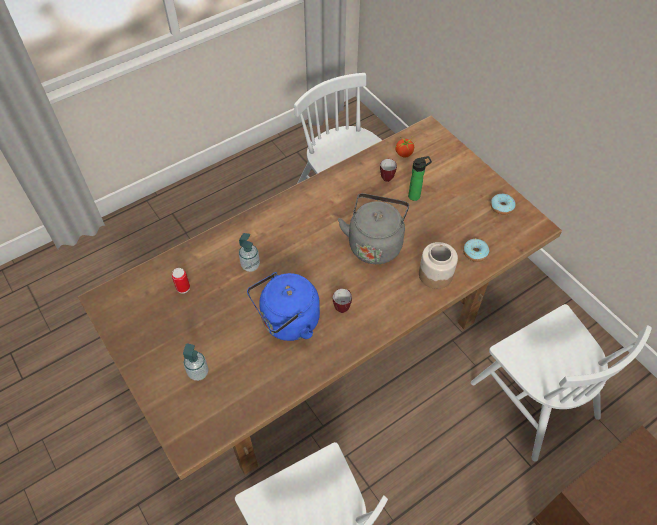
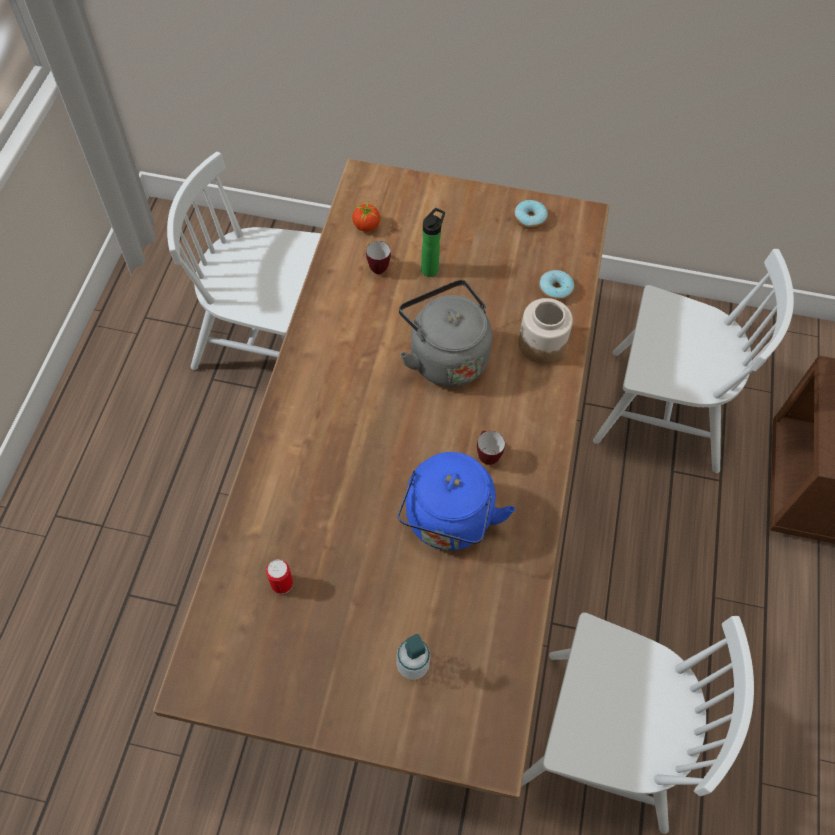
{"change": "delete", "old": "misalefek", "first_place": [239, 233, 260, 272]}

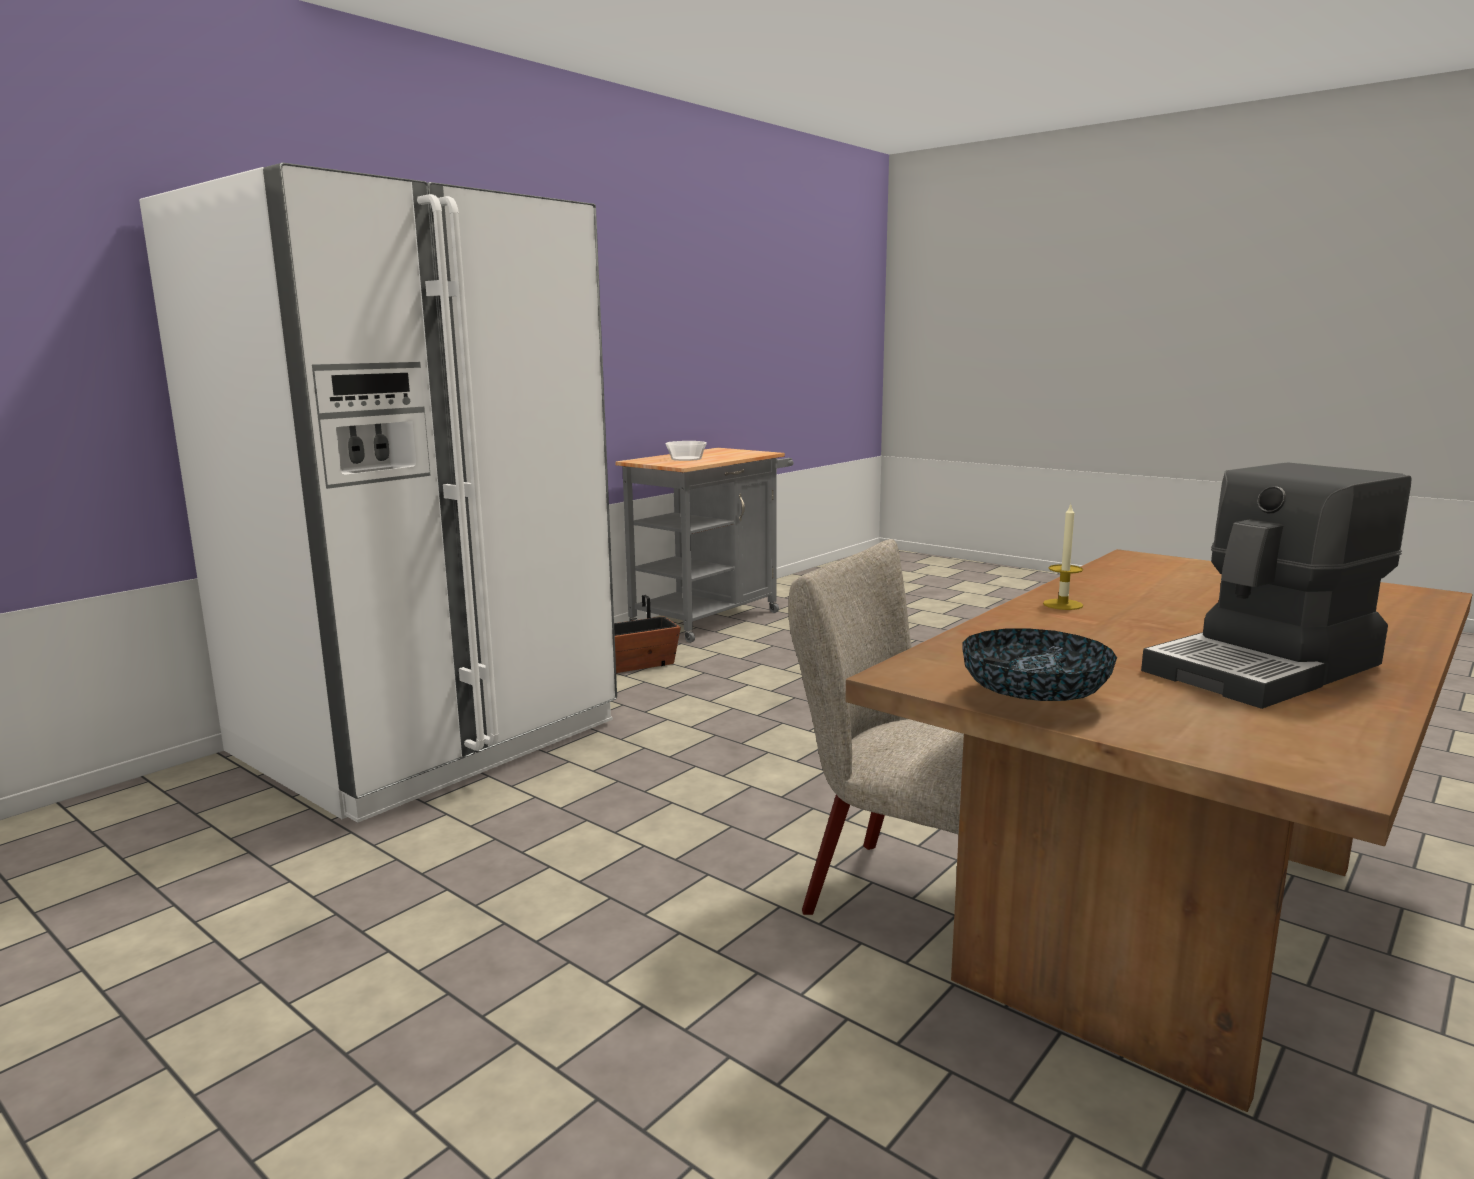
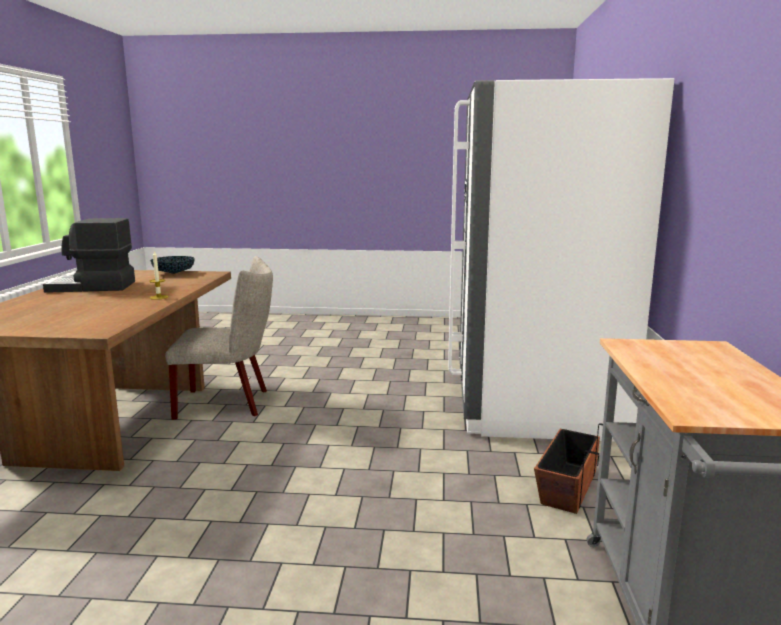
{"change": "delete", "old": "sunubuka", "first_place": [665, 441, 707, 461]}
{"change": "rotate", "old": "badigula", "first_place": [1141, 462, 1411, 709], "second_place": [43, 218, 135, 293], "degrees": -120}

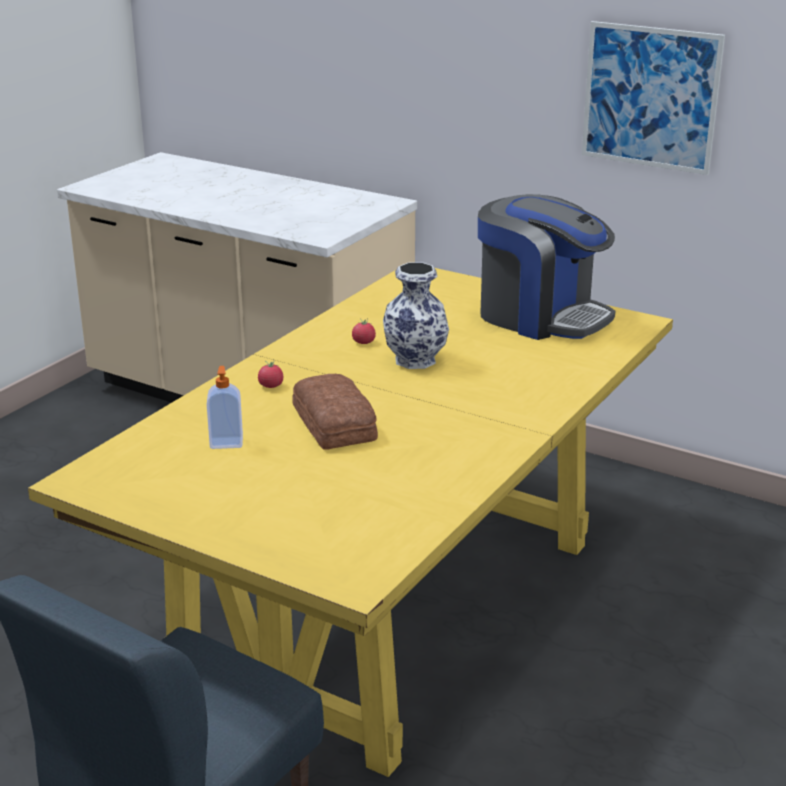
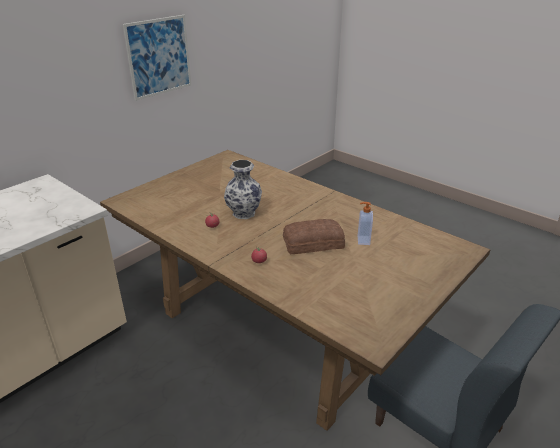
{"change": "recolor", "old": "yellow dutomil", "new": "brown dutomil", "first_place": [28, 262, 673, 777], "second_place": [100, 150, 491, 431]}
{"change": "move", "old": "misalefek", "first_place": [207, 366, 243, 449], "second_place": [358, 202, 373, 245]}
{"change": "delete", "old": "badigula", "first_place": [478, 194, 615, 340]}

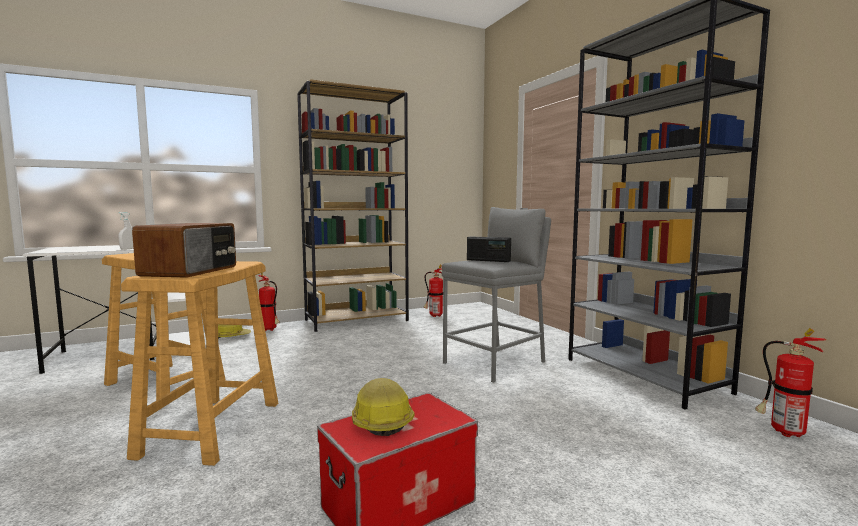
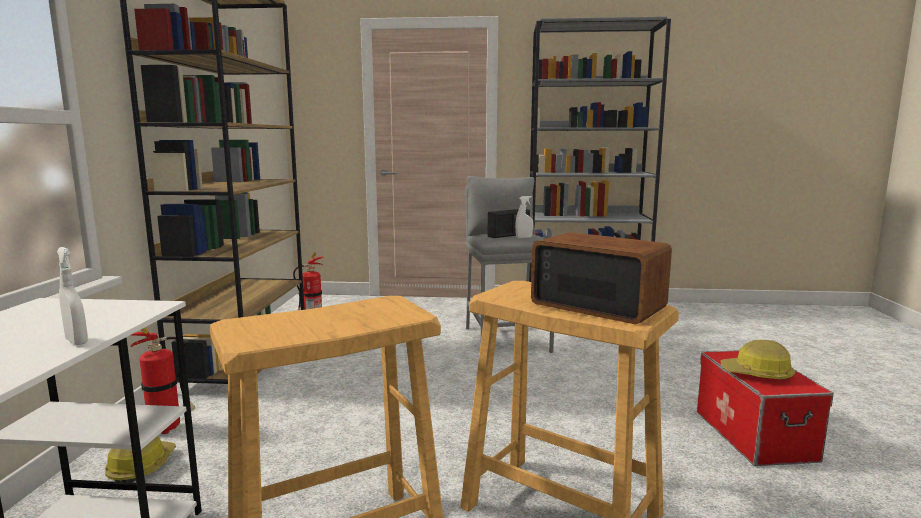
{"change": "delete", "old": "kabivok", "first_place": [755, 328, 826, 437]}
{"change": "insert", "new": "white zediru", "second_place": [515, 196, 533, 238]}

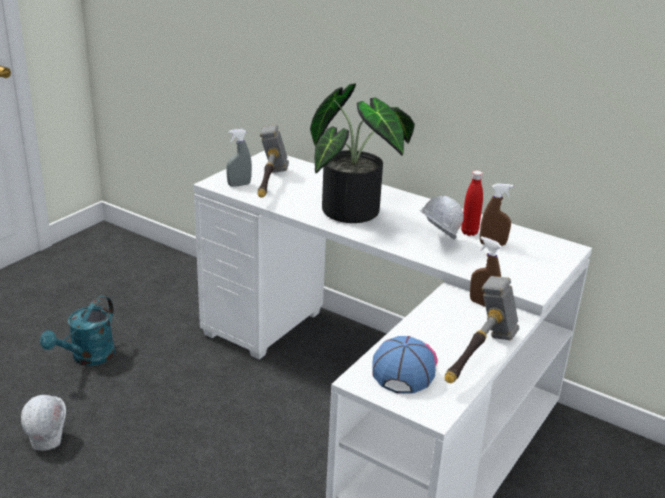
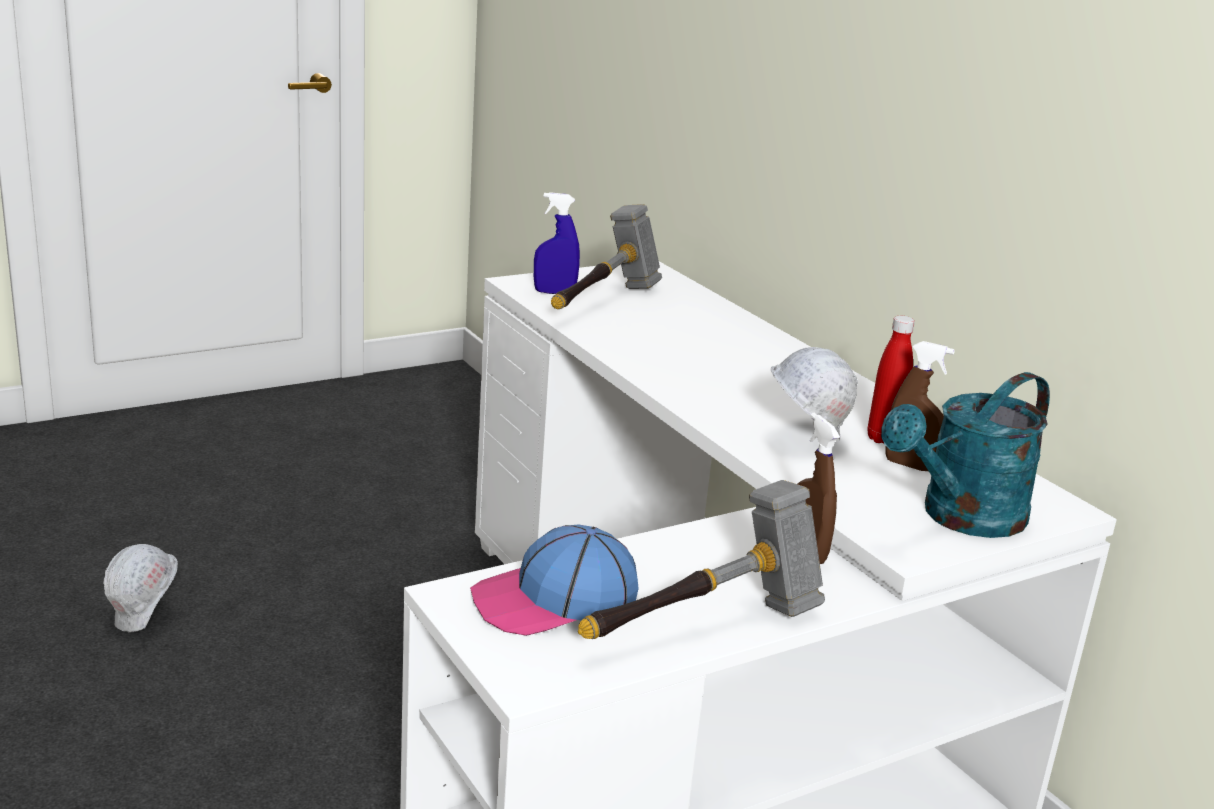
{"change": "move", "old": "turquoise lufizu", "first_place": [40, 296, 115, 366], "second_place": [881, 372, 1050, 538]}
{"change": "recolor", "old": "grey zediru", "new": "blue zediru", "first_place": [226, 129, 252, 187], "second_place": [534, 192, 580, 294]}
{"change": "delete", "old": "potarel", "first_place": [310, 83, 415, 223]}
{"change": "rotate", "old": "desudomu", "first_place": [372, 336, 438, 393], "second_place": [470, 525, 639, 636], "degrees": -150}

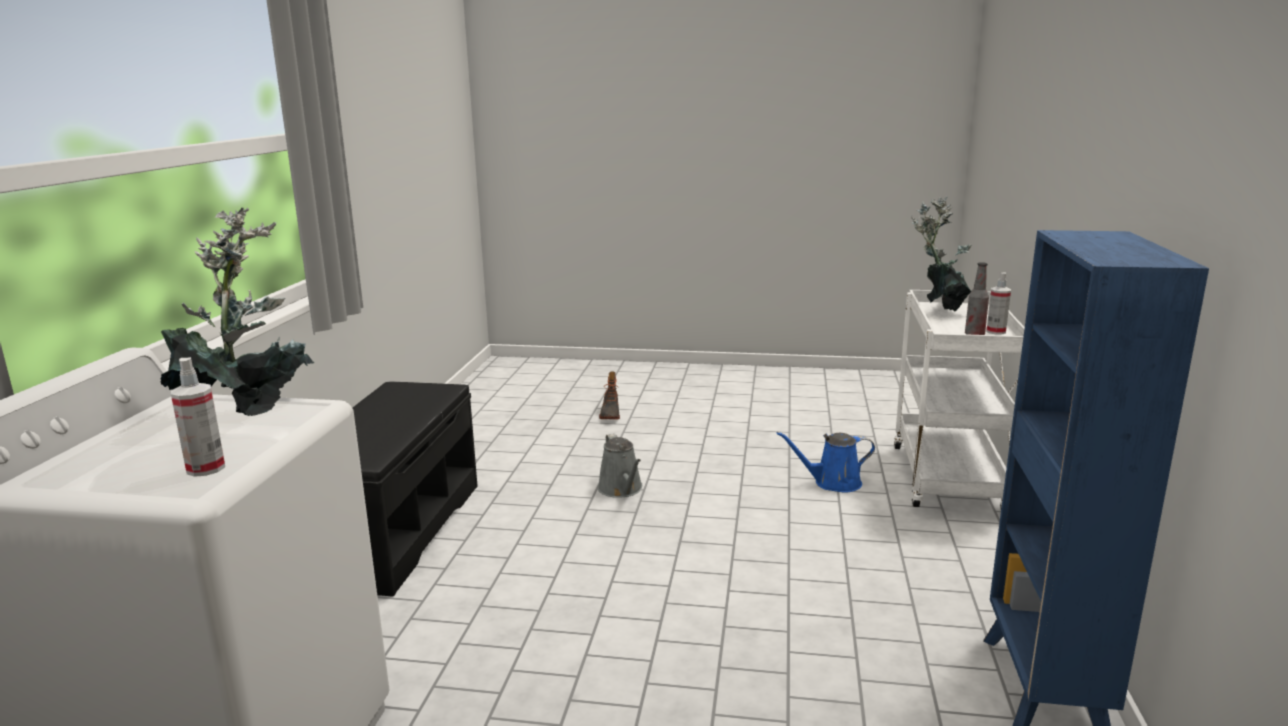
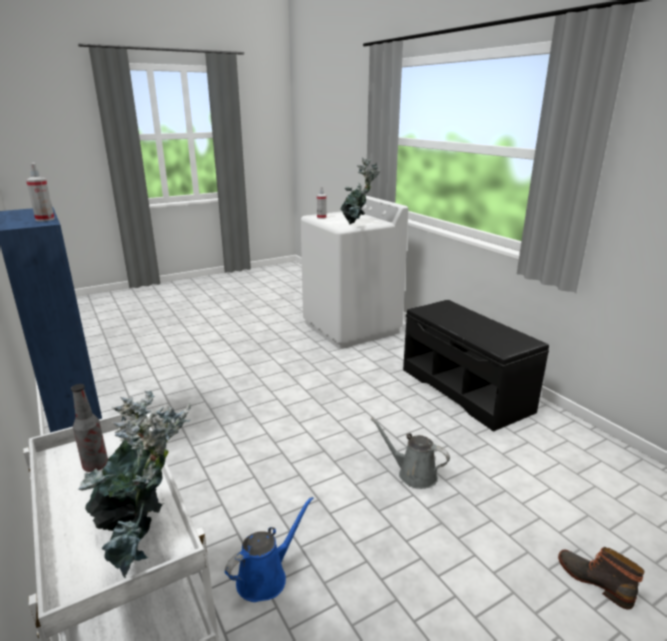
{"change": "move", "old": "zediru", "first_place": [986, 272, 1011, 335], "second_place": [26, 163, 55, 221]}

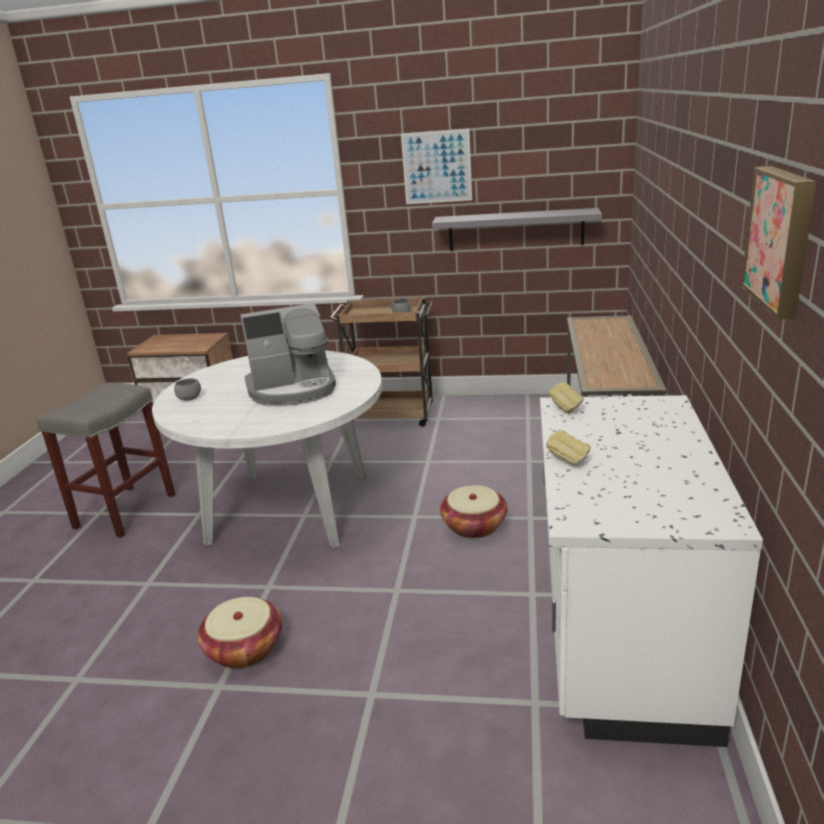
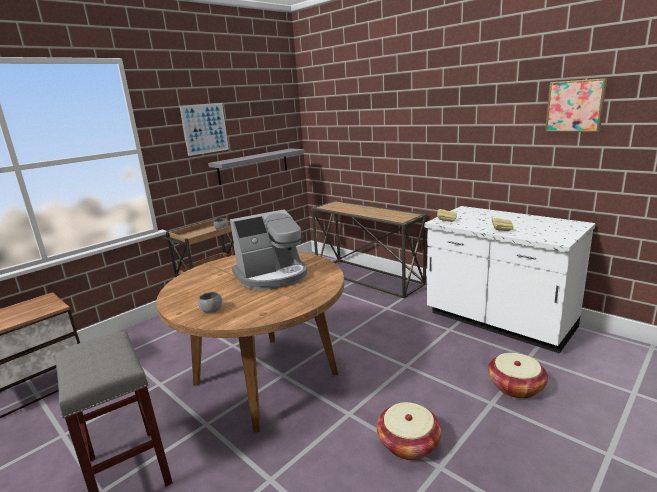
{"change": "recolor", "old": "white dutomil", "new": "brown dutomil", "first_place": [152, 350, 382, 549], "second_place": [156, 252, 344, 432]}
{"change": "rotate", "old": "badigula", "first_place": [240, 303, 336, 406], "second_place": [230, 209, 307, 290], "degrees": 45}
{"change": "move", "old": "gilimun", "first_place": [440, 485, 507, 538], "second_place": [488, 353, 548, 399]}

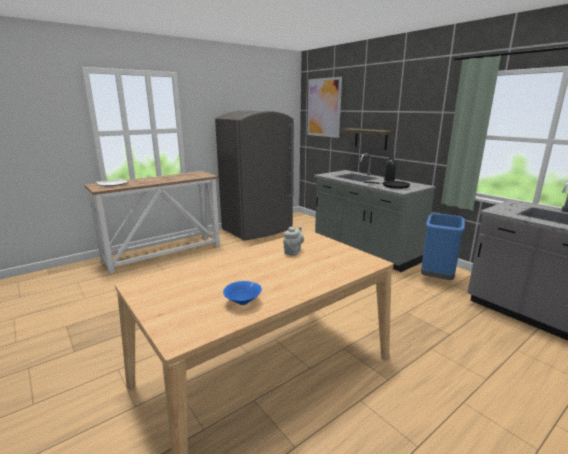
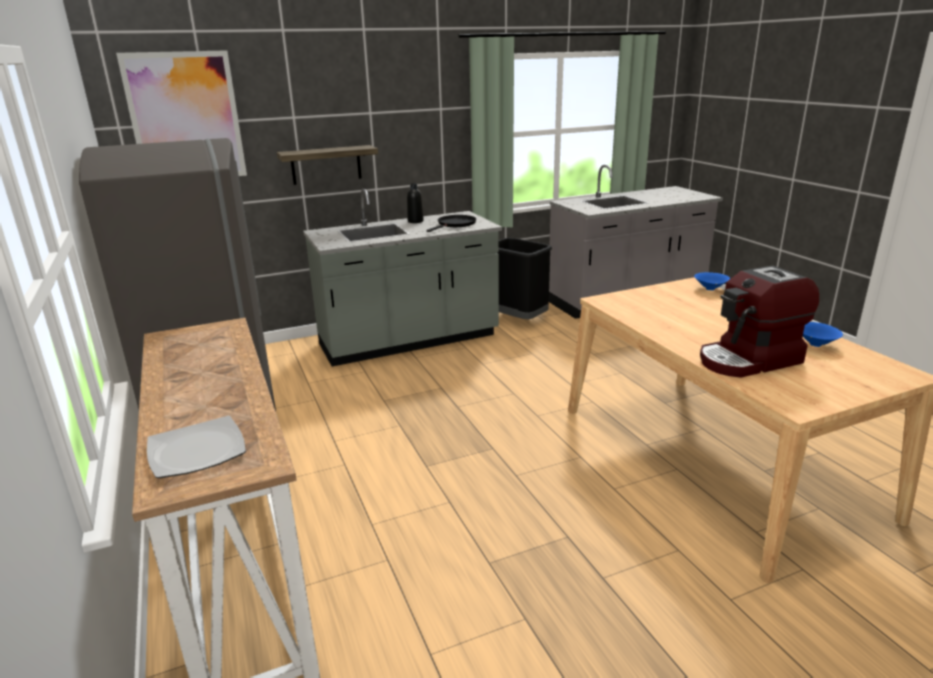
{"change": "delete", "old": "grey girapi", "first_place": [283, 226, 304, 256]}
{"change": "recolor", "old": "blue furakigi", "new": "black furakigi", "first_place": [421, 213, 465, 280], "second_place": [497, 238, 552, 320]}
{"change": "insert", "new": "blue sunubuka", "second_place": [694, 272, 730, 291]}
{"change": "insert", "new": "badigula", "second_place": [700, 265, 819, 378]}

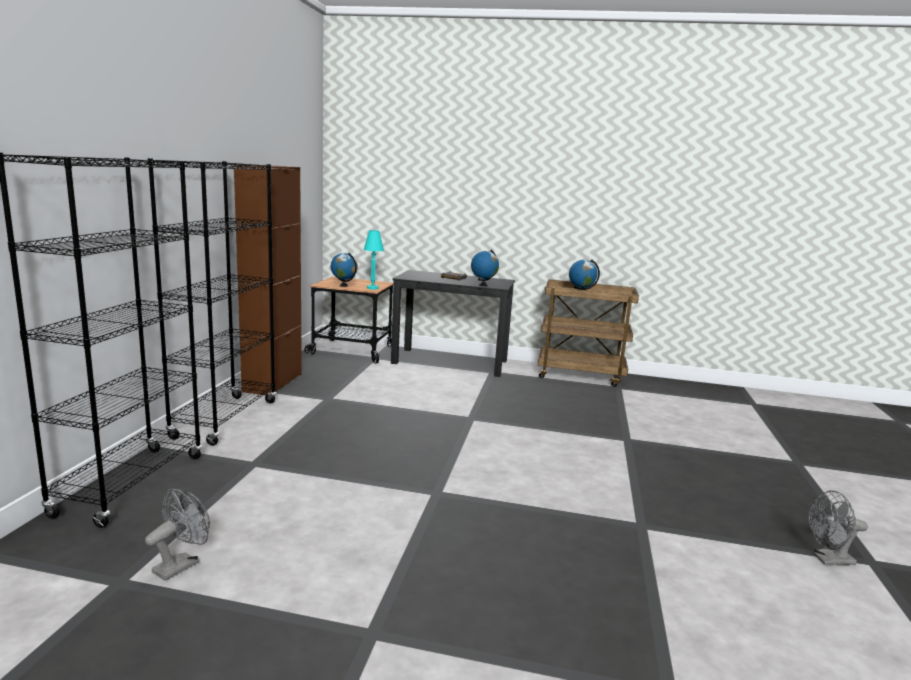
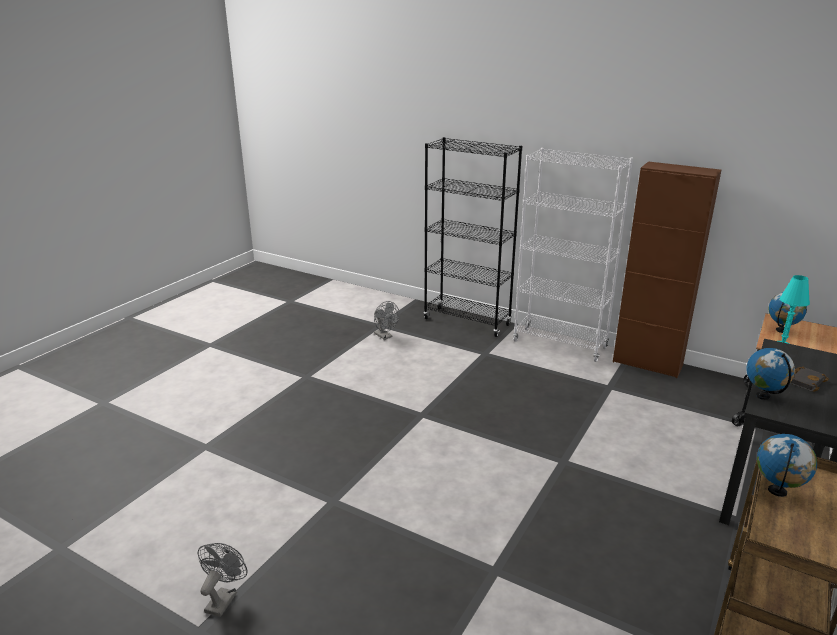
{"change": "recolor", "old": "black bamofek", "new": "white bamofek", "first_place": [148, 158, 276, 446], "second_place": [513, 148, 633, 362]}

